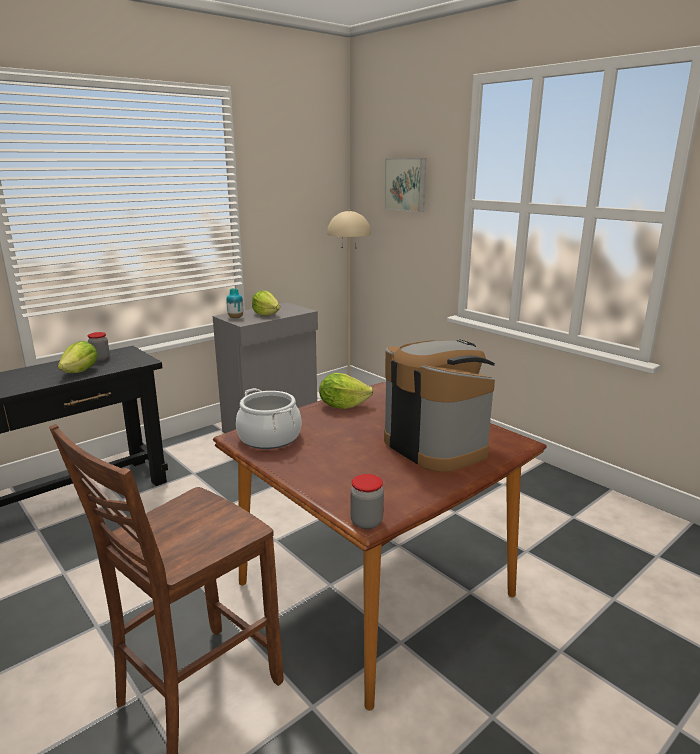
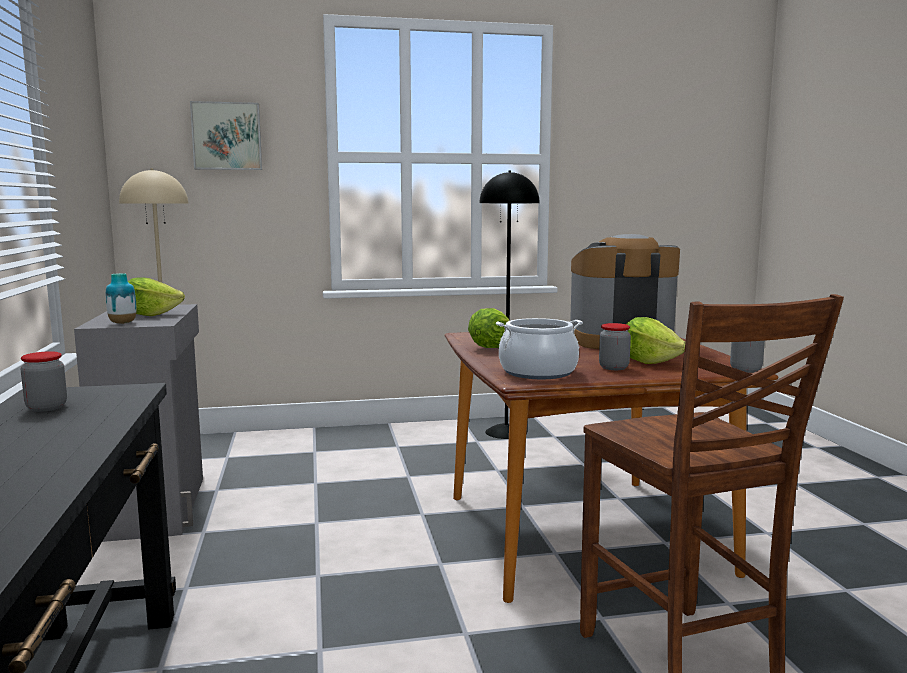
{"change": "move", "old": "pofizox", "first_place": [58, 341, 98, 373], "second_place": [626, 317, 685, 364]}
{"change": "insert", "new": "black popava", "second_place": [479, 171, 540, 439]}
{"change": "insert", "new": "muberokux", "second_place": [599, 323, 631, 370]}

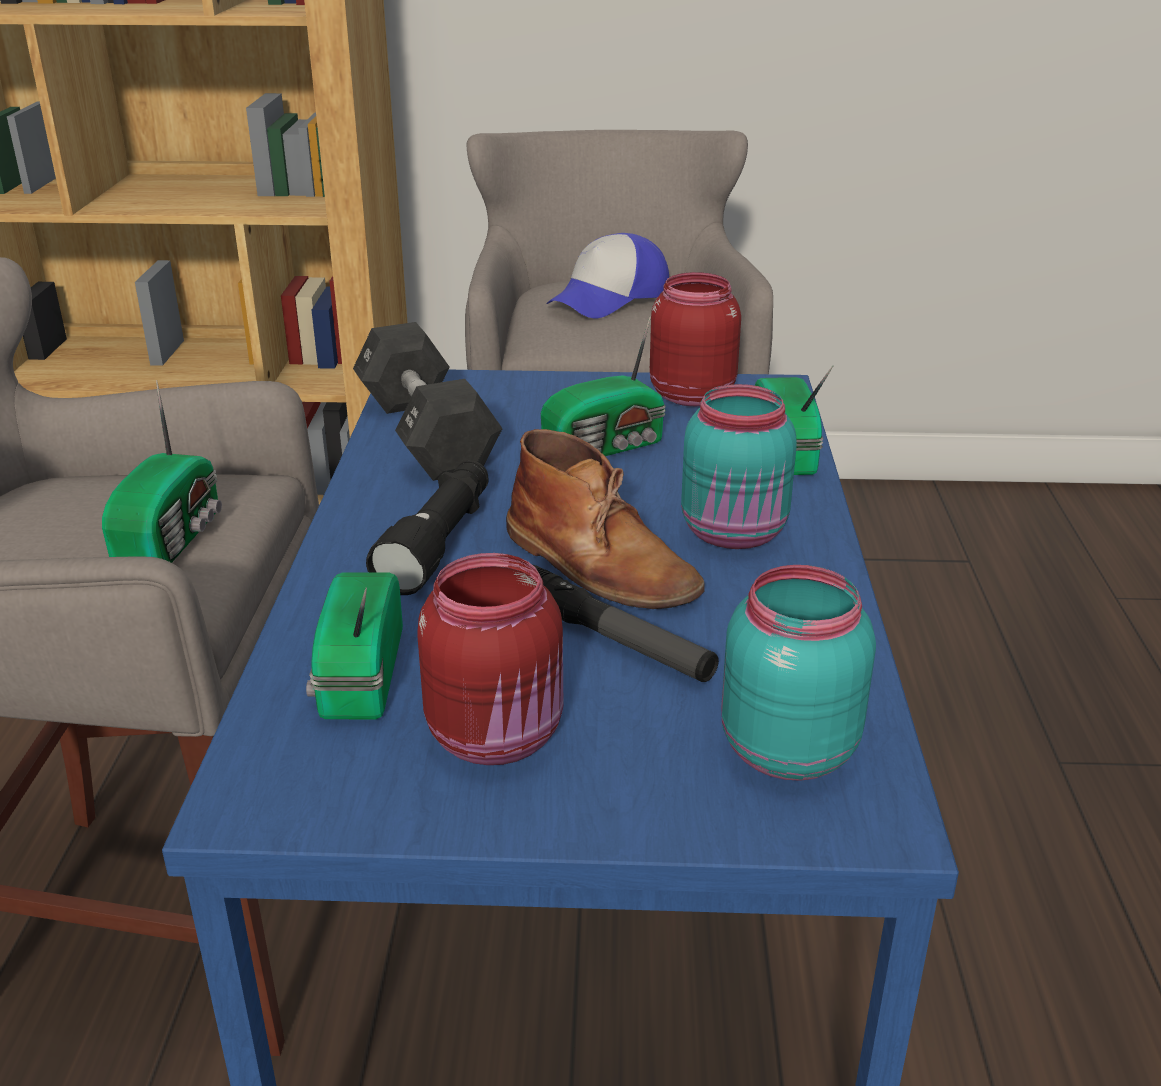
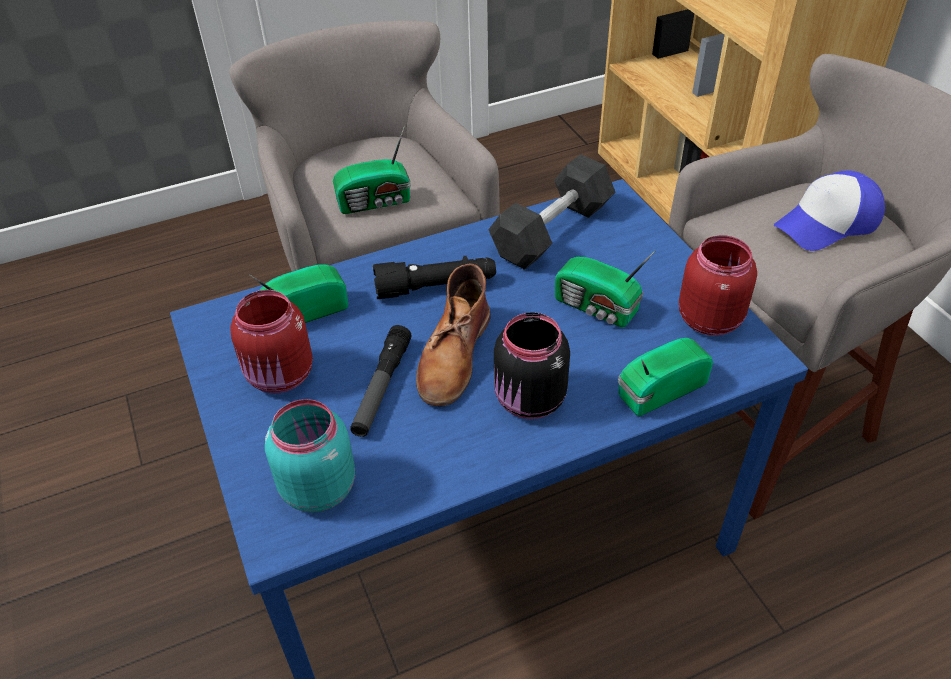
{"change": "rotate", "old": "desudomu", "first_place": [546, 233, 669, 318], "second_place": [773, 171, 885, 251], "degrees": -45}
{"change": "recolor", "old": "turquoise muberokux", "new": "black muberokux", "first_place": [681, 384, 797, 549], "second_place": [494, 312, 570, 419]}

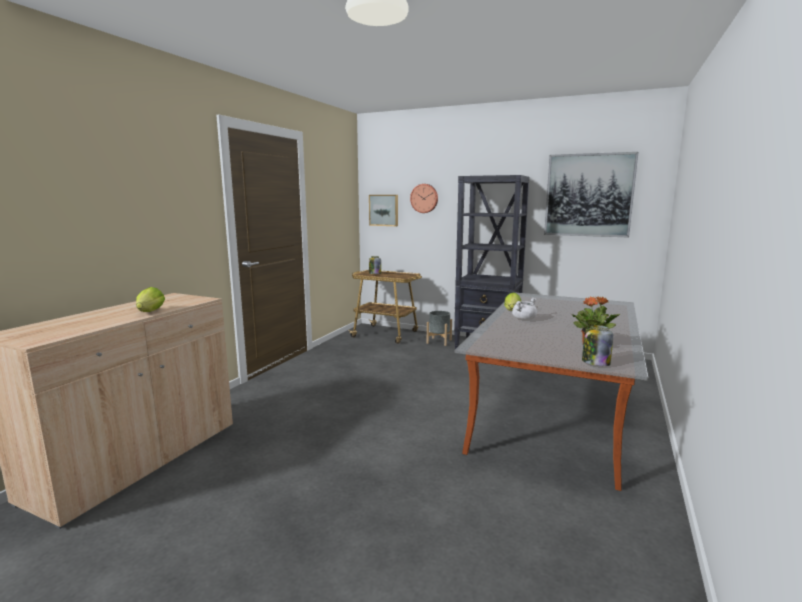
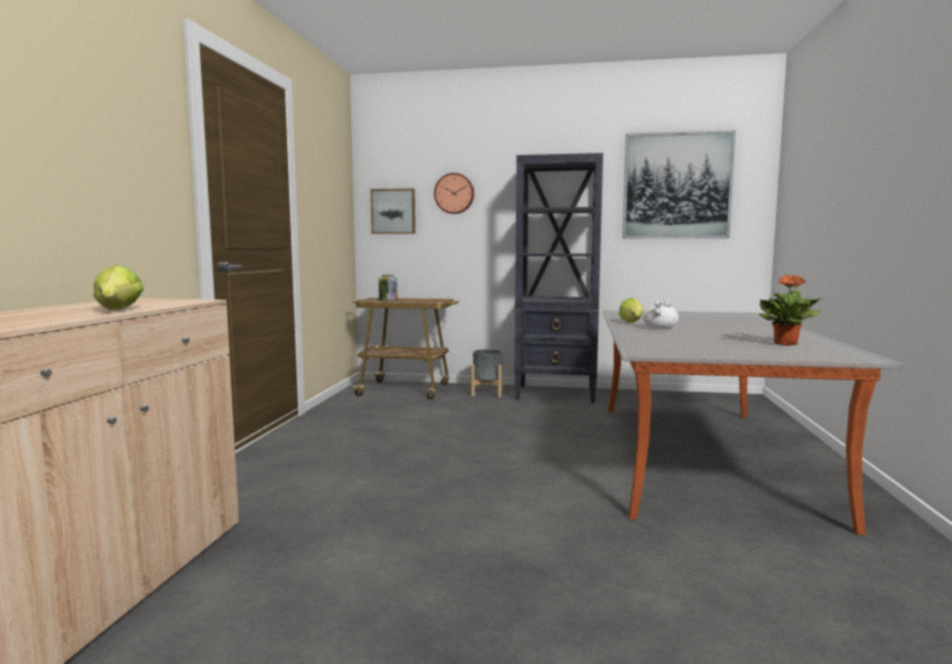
{"change": "delete", "old": "muberokux", "first_place": [582, 325, 613, 366]}

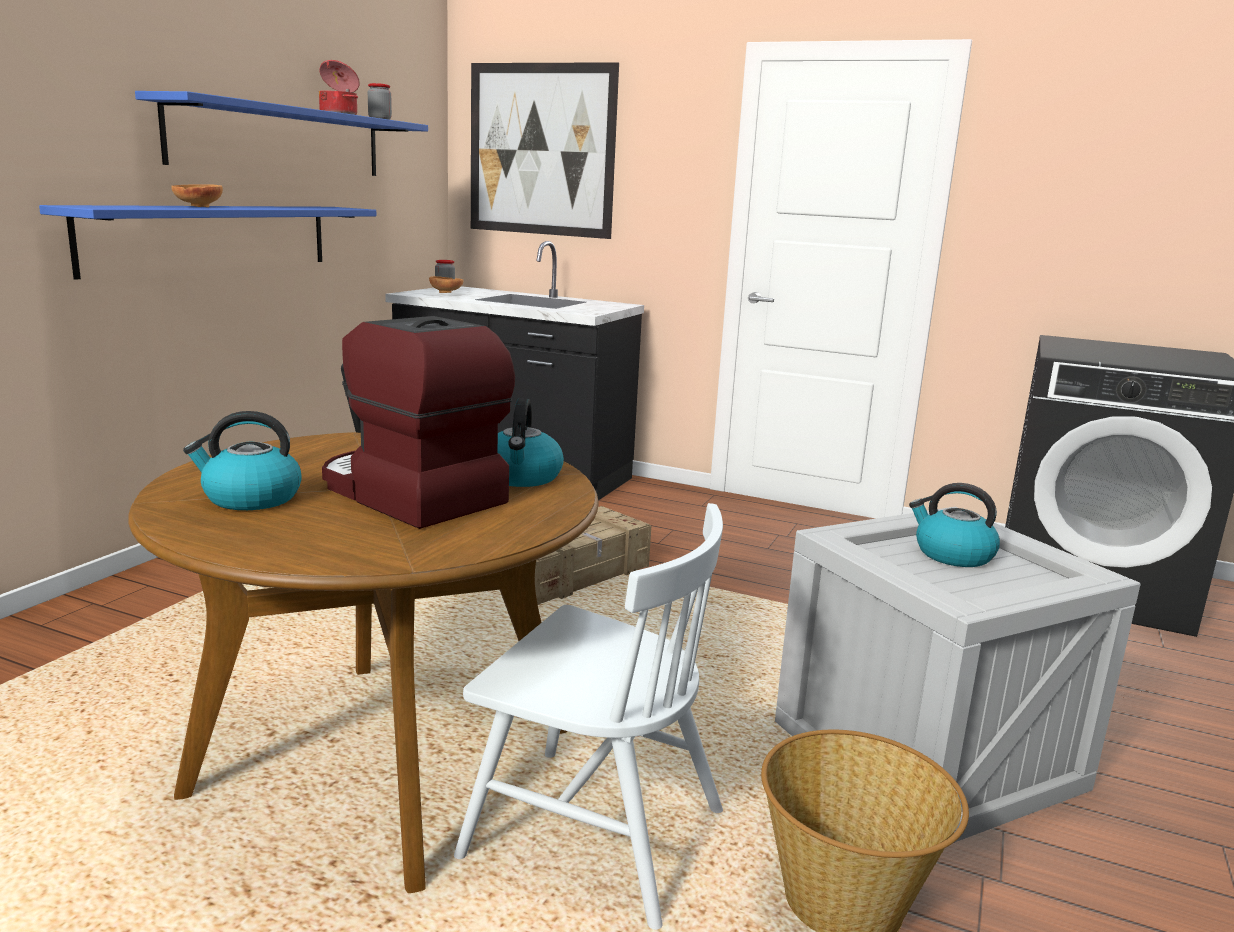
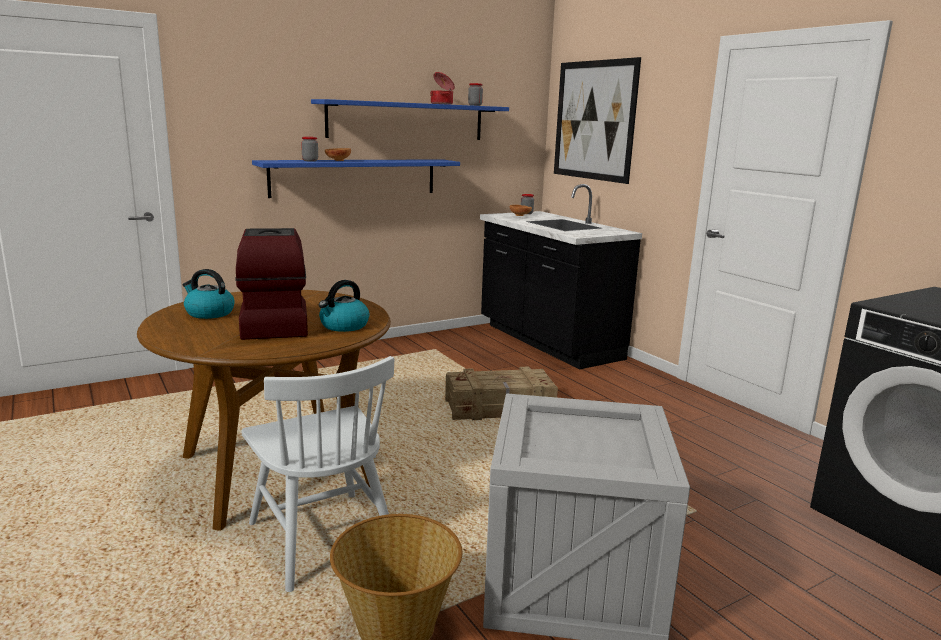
{"change": "delete", "old": "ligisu", "first_place": [909, 483, 1000, 567]}
{"change": "insert", "new": "muberokux", "second_place": [301, 137, 318, 162]}

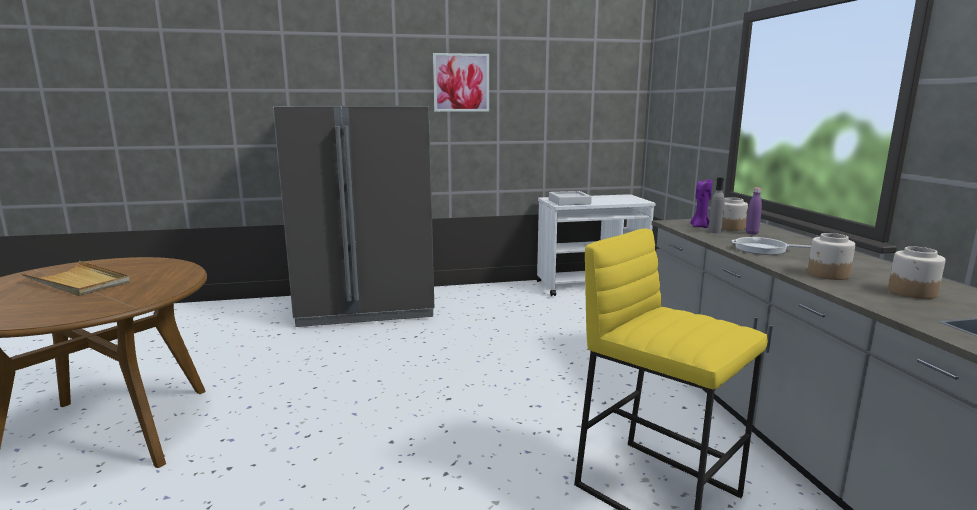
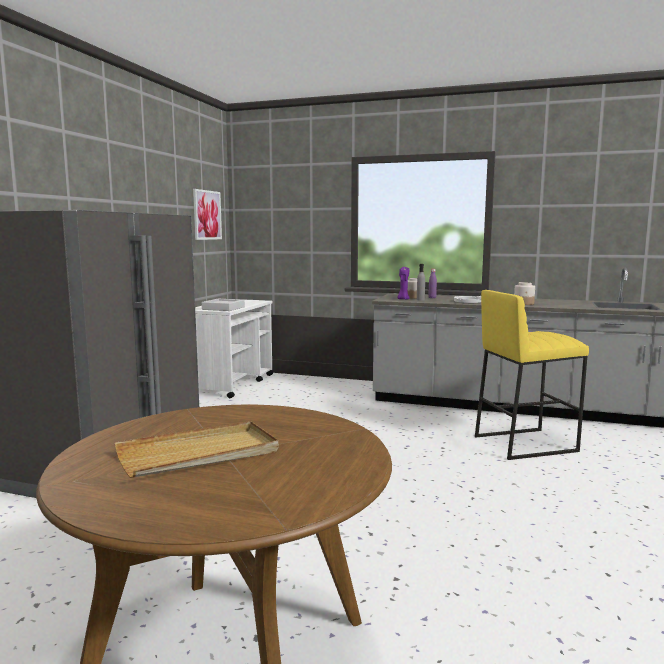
{"change": "move", "old": "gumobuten", "first_place": [433, 53, 489, 112], "second_place": [193, 189, 222, 240]}
{"change": "delete", "old": "muberokux", "first_place": [888, 246, 945, 299]}

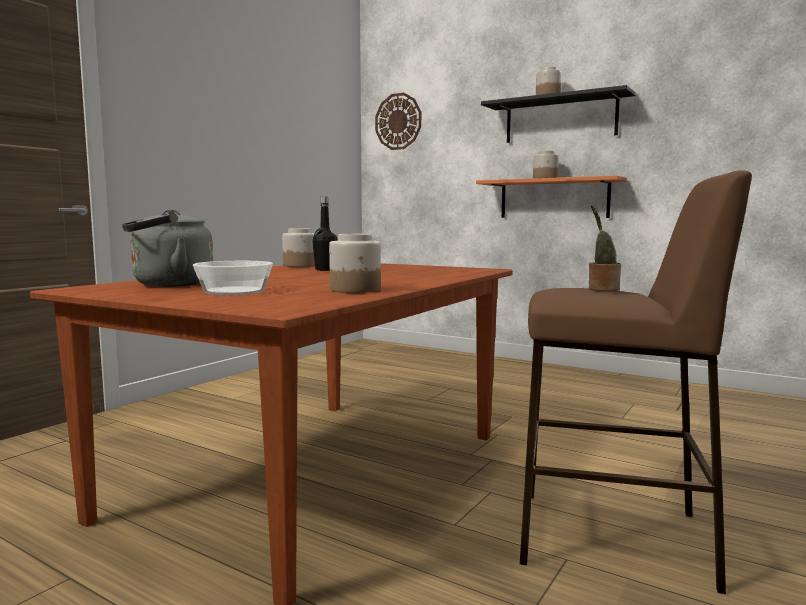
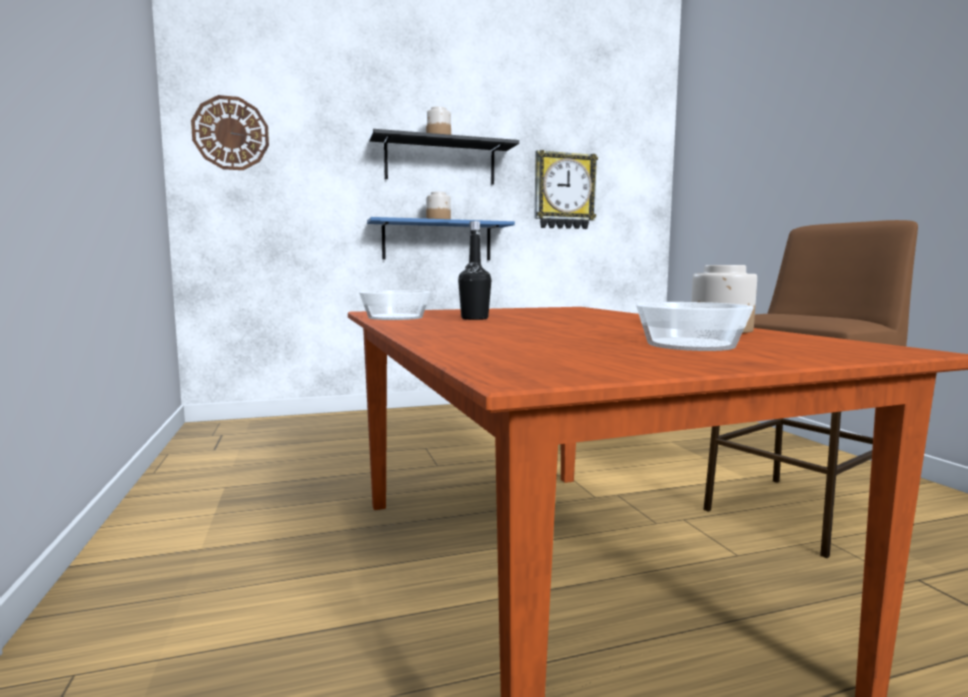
{"change": "delete", "old": "grey ligisu", "first_place": [122, 209, 213, 287]}
{"change": "replace", "old": "muberokux", "new": "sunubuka", "first_place": [282, 228, 315, 267], "second_place": [359, 290, 431, 320]}
{"change": "recolor", "old": "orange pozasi", "new": "blue pozasi", "first_place": [476, 175, 627, 218], "second_place": [367, 217, 515, 260]}
{"change": "delete", "old": "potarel", "first_place": [589, 205, 621, 291]}
{"change": "insert", "new": "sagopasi", "second_place": [534, 150, 598, 229]}

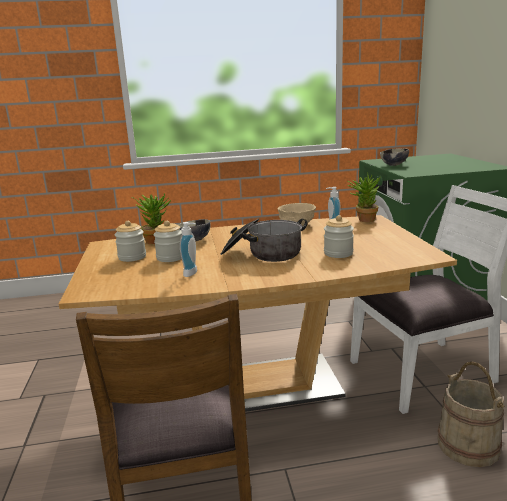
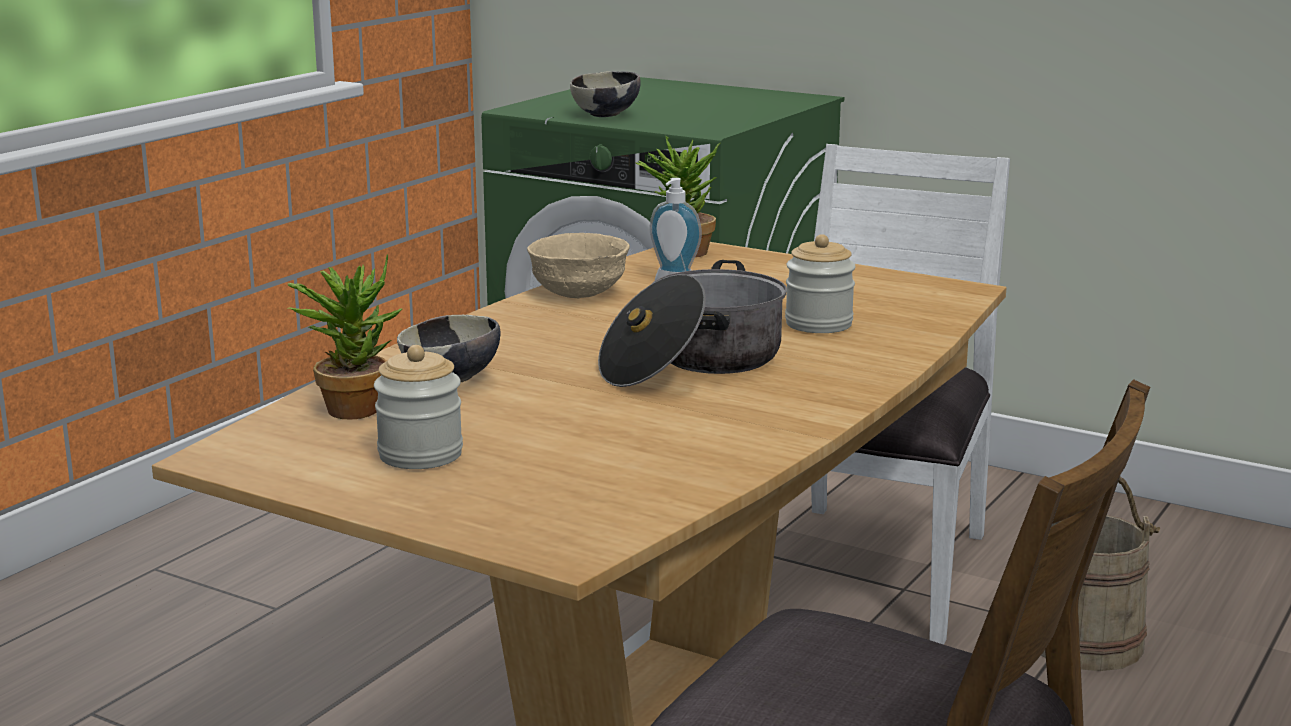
{"change": "delete", "old": "muberokux", "first_place": [153, 221, 182, 262]}
{"change": "delete", "old": "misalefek", "first_place": [180, 222, 197, 277]}

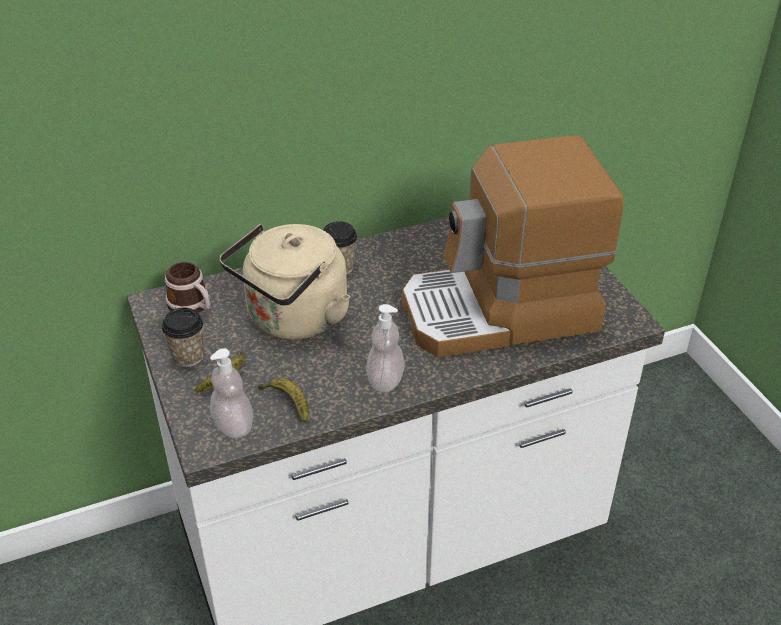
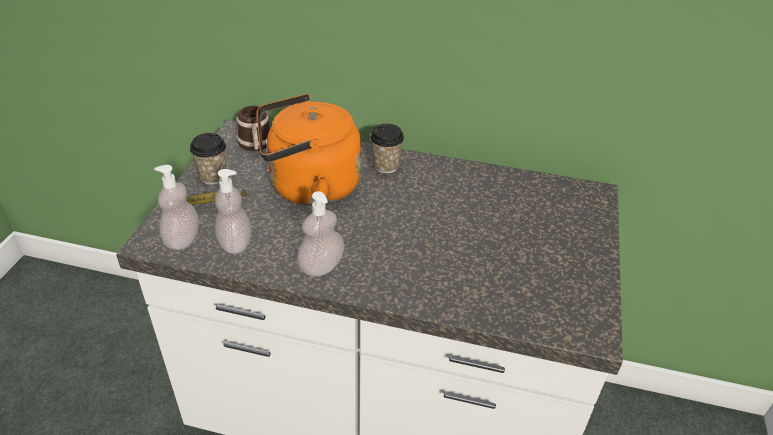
{"change": "recolor", "old": "beige ligisu", "new": "orange ligisu", "first_place": [219, 224, 350, 340], "second_place": [257, 94, 361, 206]}
{"change": "replace", "old": "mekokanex", "new": "misalefek", "first_place": [258, 377, 309, 423], "second_place": [215, 169, 252, 254]}
{"change": "delete", "old": "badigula", "first_place": [402, 136, 624, 357]}

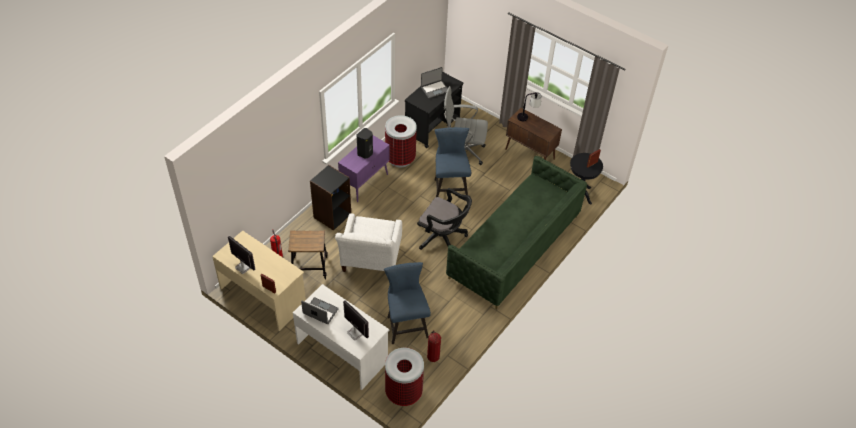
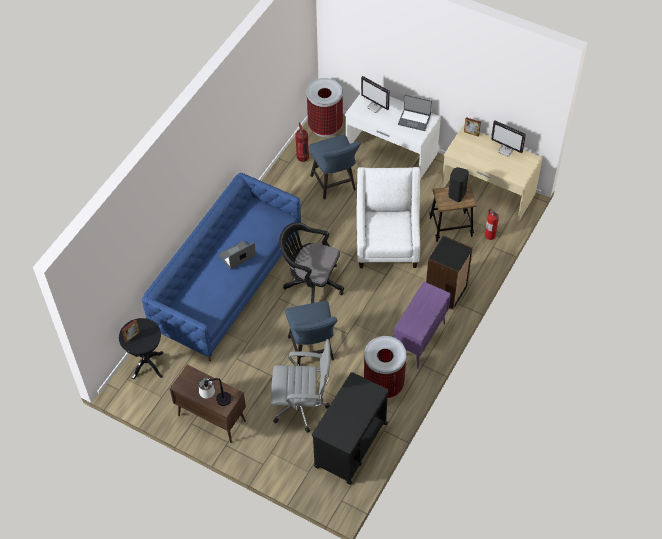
{"change": "move", "old": "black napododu", "first_place": [357, 128, 373, 159], "second_place": [448, 167, 469, 202]}
{"change": "move", "old": "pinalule", "first_place": [421, 67, 448, 98], "second_place": [219, 241, 256, 270]}
{"change": "recolor", "old": "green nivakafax", "new": "blue nivakafax", "first_place": [446, 156, 587, 309], "second_place": [142, 173, 301, 361]}

